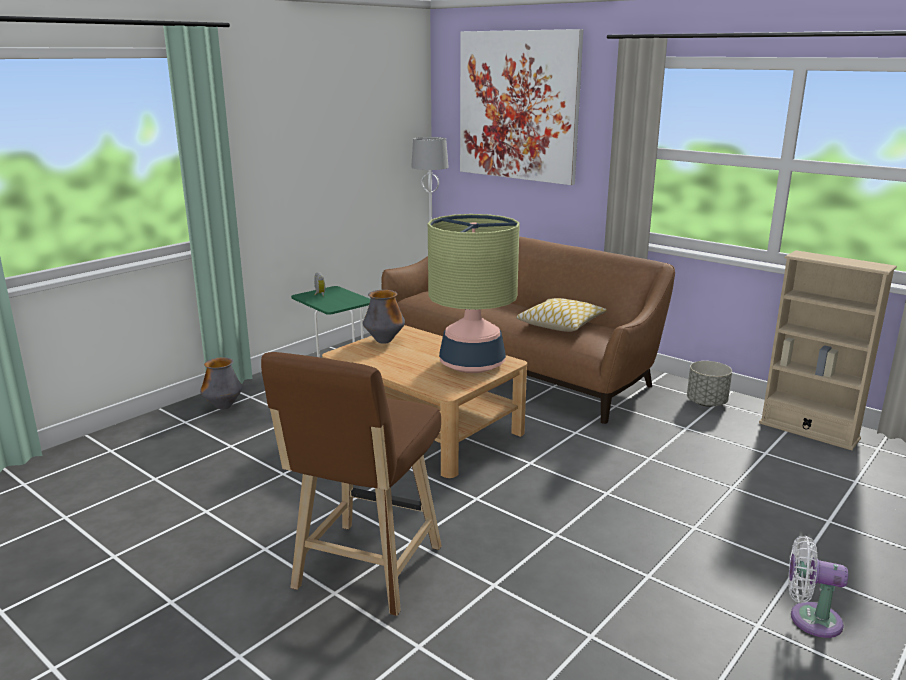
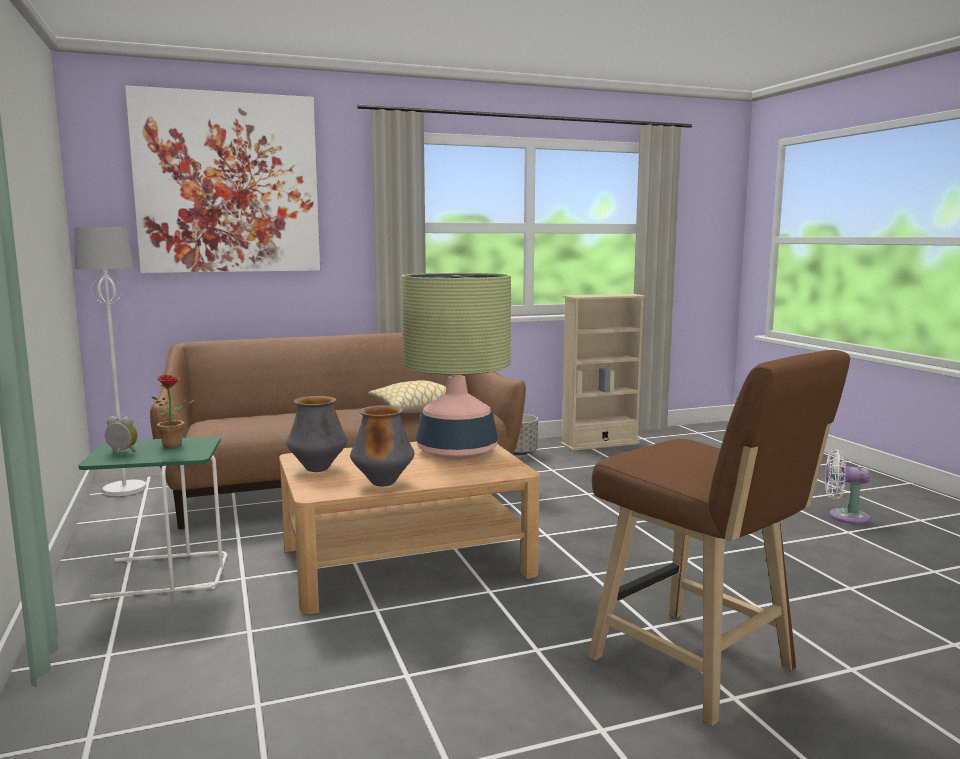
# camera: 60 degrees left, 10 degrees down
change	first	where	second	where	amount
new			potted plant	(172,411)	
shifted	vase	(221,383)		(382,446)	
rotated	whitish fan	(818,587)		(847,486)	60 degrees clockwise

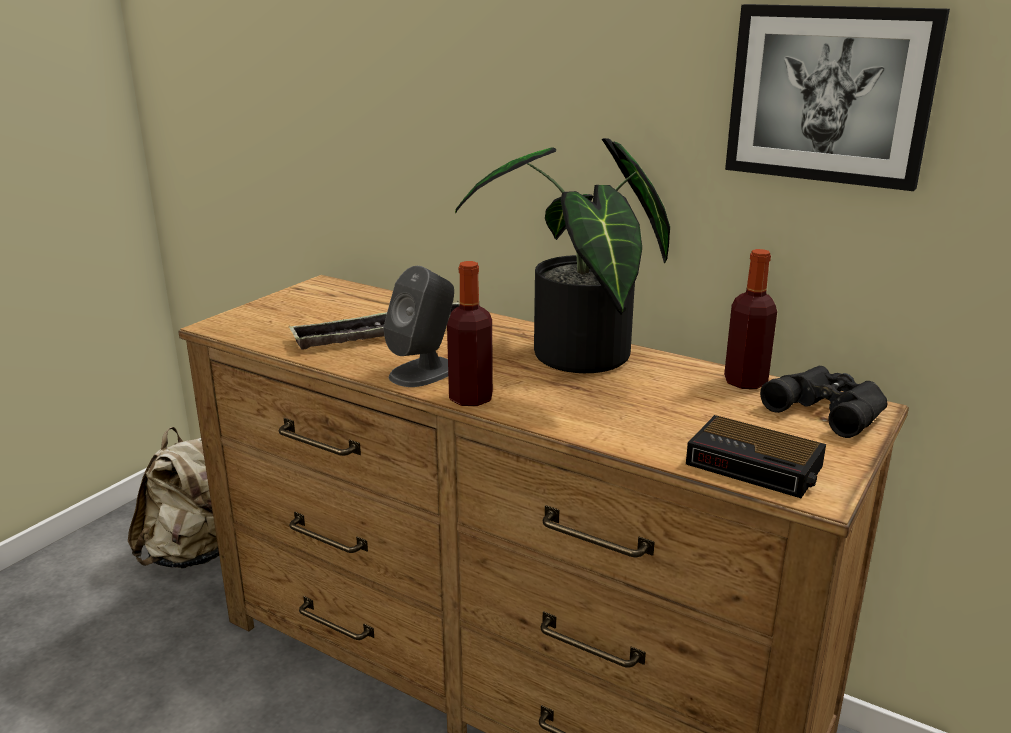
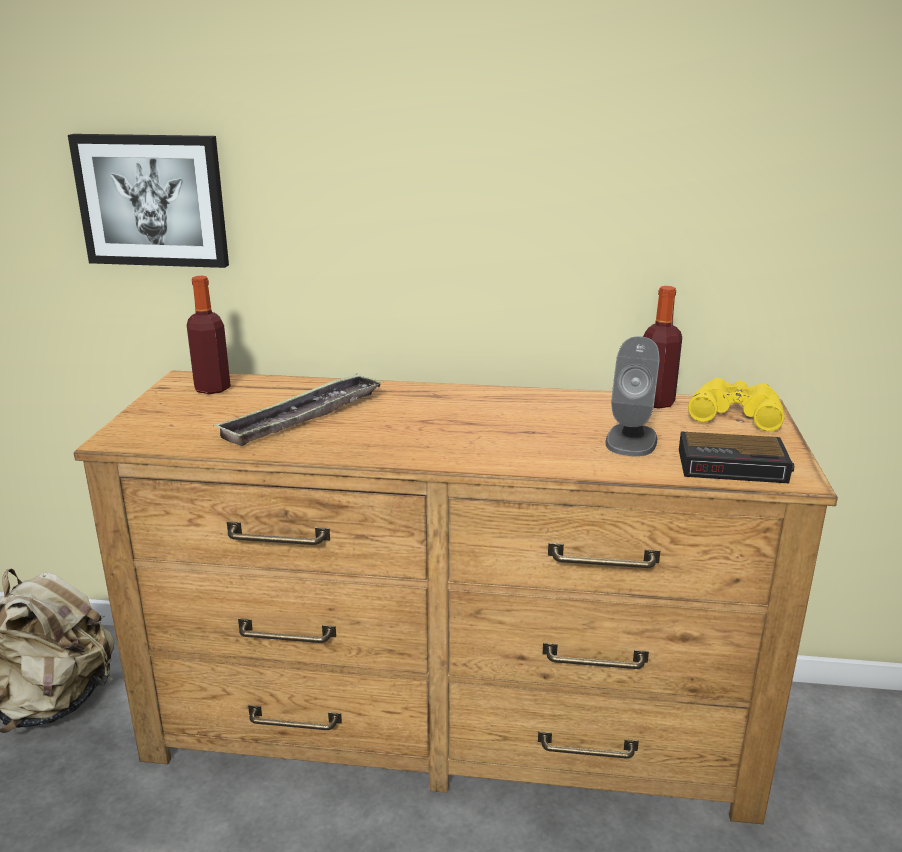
# camera: 25 degrees left, 0 degrees up
change	first	where	second	where	amount
shifted	picture	(837,97)		(148,201)	
shifted	bottle	(470,333)		(209,335)	
shifted	grey audio speaker	(418,326)		(632,396)	
repainted	black-coloured field glasses	(823,402)	yellow-coloured field glasses	(736,404)	
gone	potted plant	(562,255)			

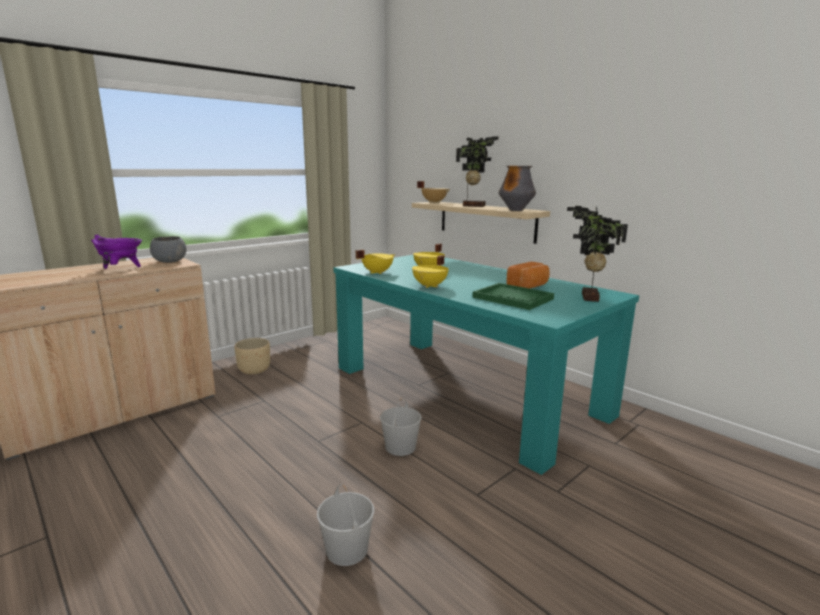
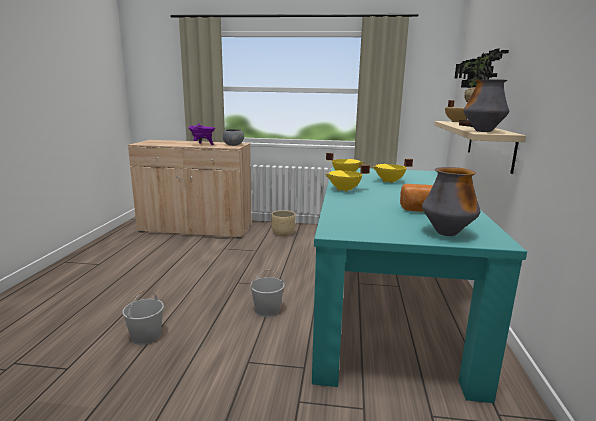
# camera: 50 degrees right, 0 degrees up
change	first	where	second	where	amount
swapped	potted plant	(597,254)	vase	(451,201)	
gone	greenish carrying tray	(513,296)			

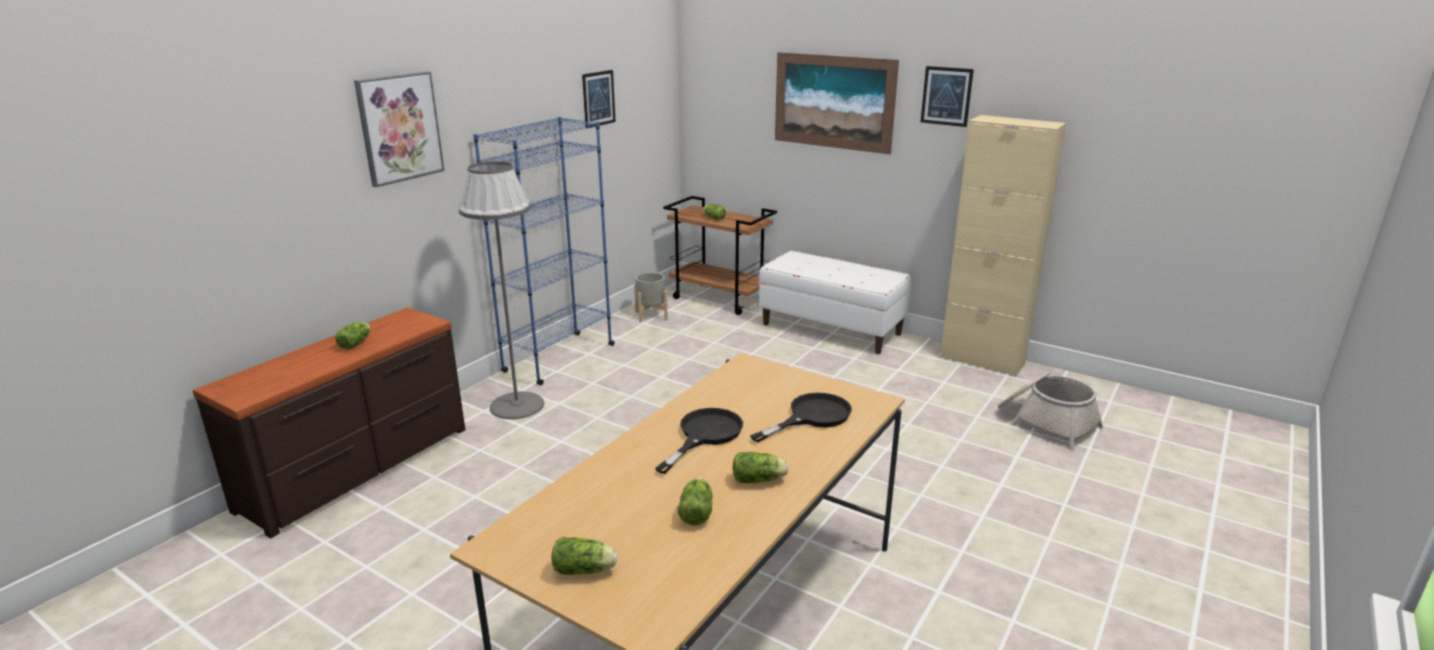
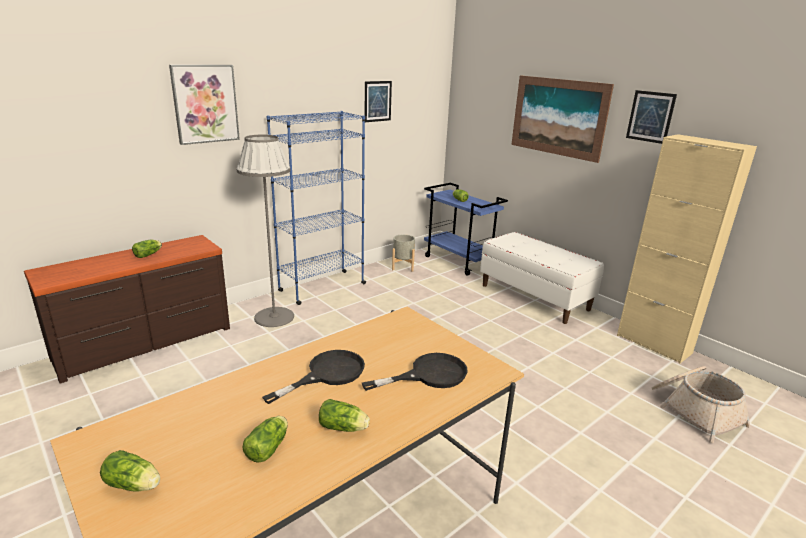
# camera: 15 degrees right, 0 degrees up
change	first	where	second	where	amount
repainted	brownish cart	(720,255)	blue cart	(466,229)	

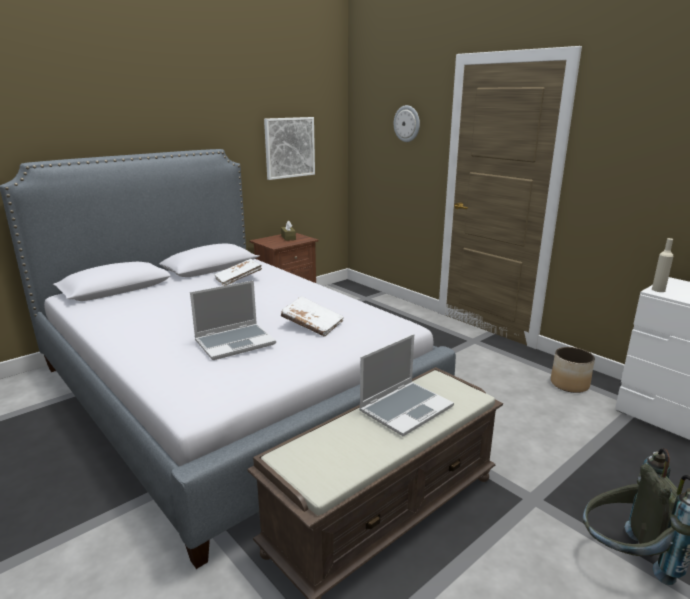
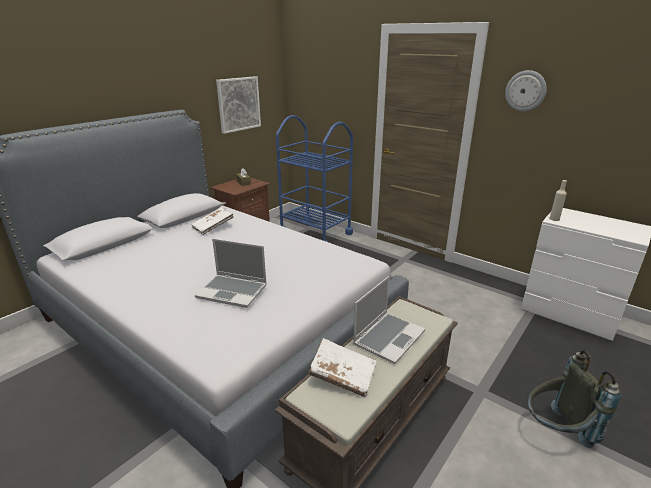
# camera: 10 degrees left, 5 degrees up
change	first	where	second	where	amount
rotated	laptop	(233,320)		(231,273)	60 degrees clockwise
new			blue cart	(314,178)	
shifted	whitish volume	(312,316)		(343,367)	
shifted	wall clock	(407,123)		(526,90)	
gone	flower pot	(573,370)			

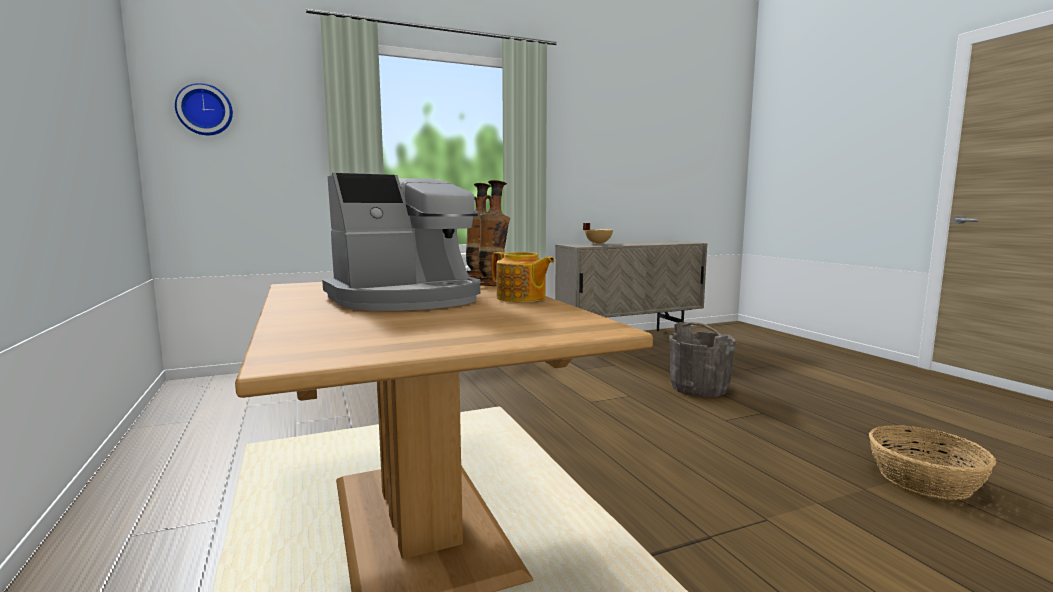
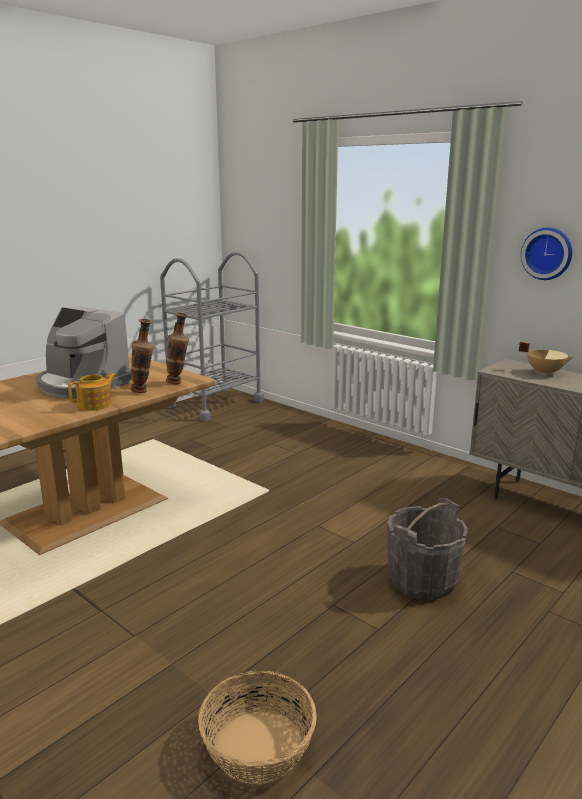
# camera: 65 degrees right, 10 degrees up
change	first	where	second	where	amount
rotated	teapot	(523,277)		(92,392)	150 degrees counterclockwise
new			grey cart	(212,336)	
shifted	wall clock	(204,109)		(546,253)	

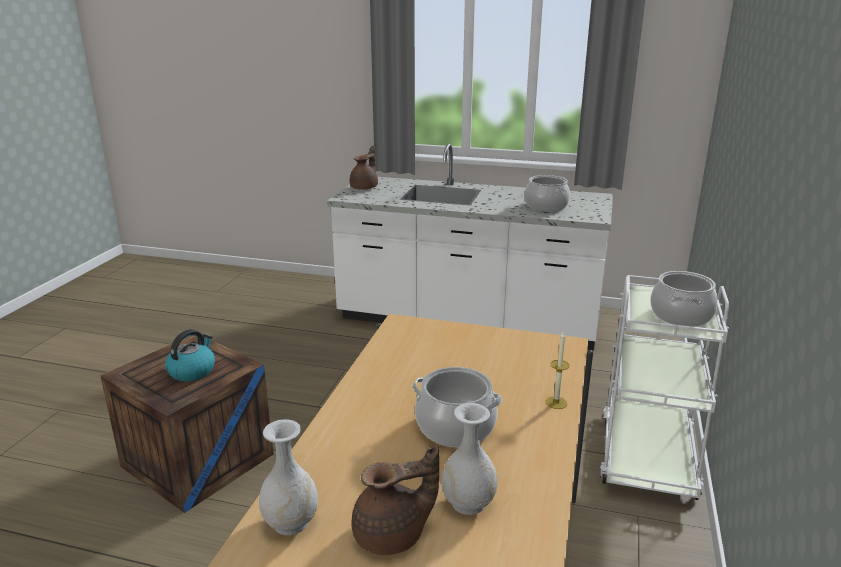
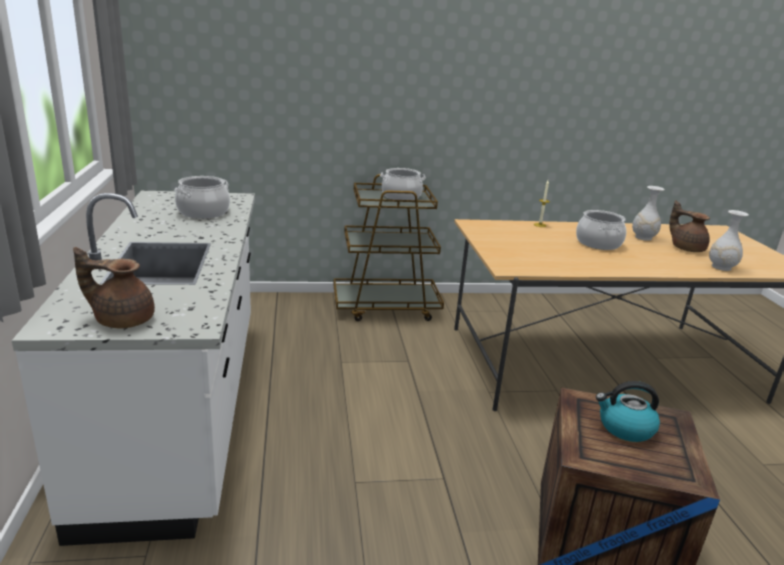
# camera: 115 degrees left, 0 degrees up
change	first	where	second	where	amount
repainted	whitish cart	(664,387)	brownish cart	(388,247)	

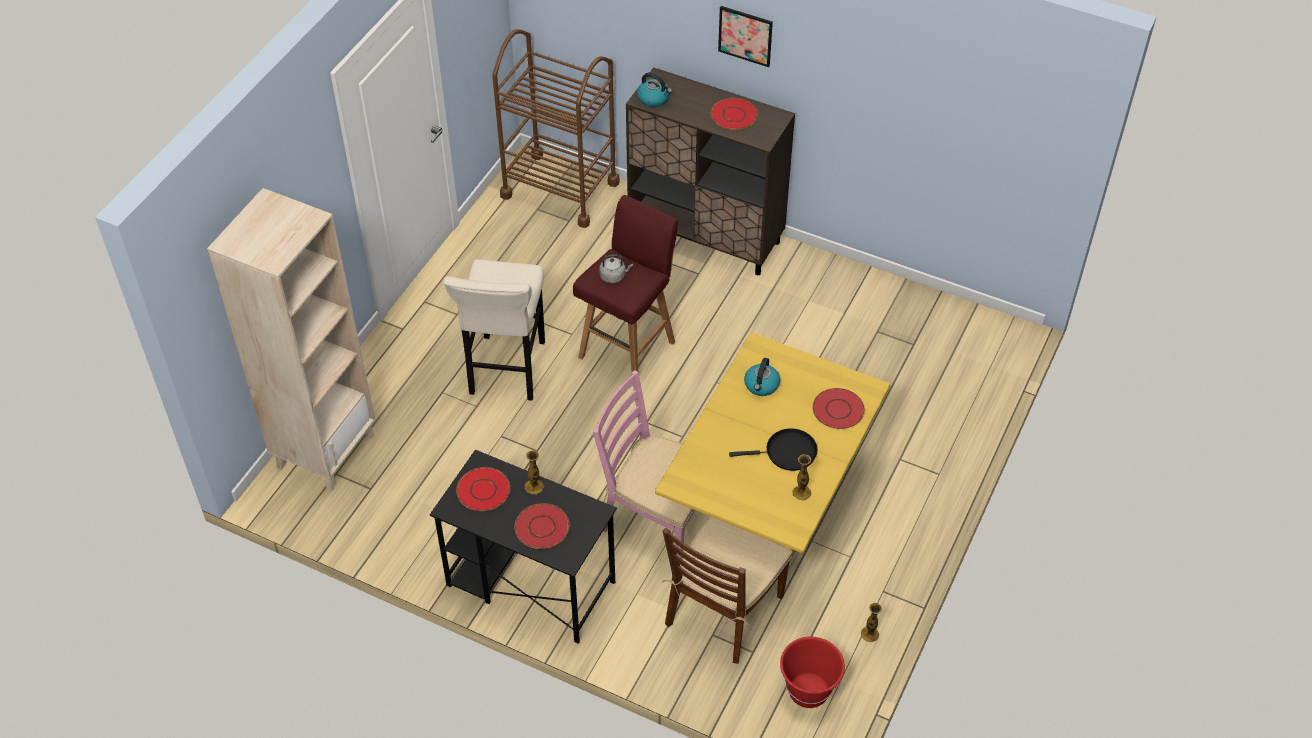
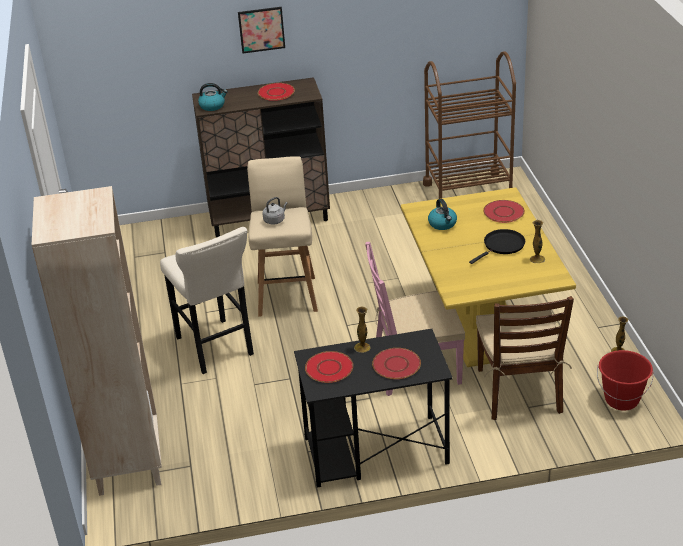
# camera: 35 degrees left, 15 degrees down
change	first	where	second	where	amount
repainted	red-coloured stool seat	(625,283)	beige stool seat	(282,236)	
shifted	brownish cart	(556,128)		(469,125)	

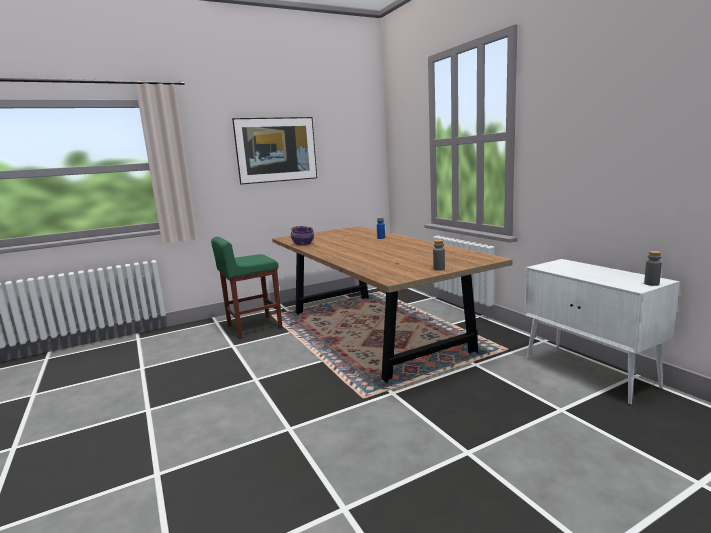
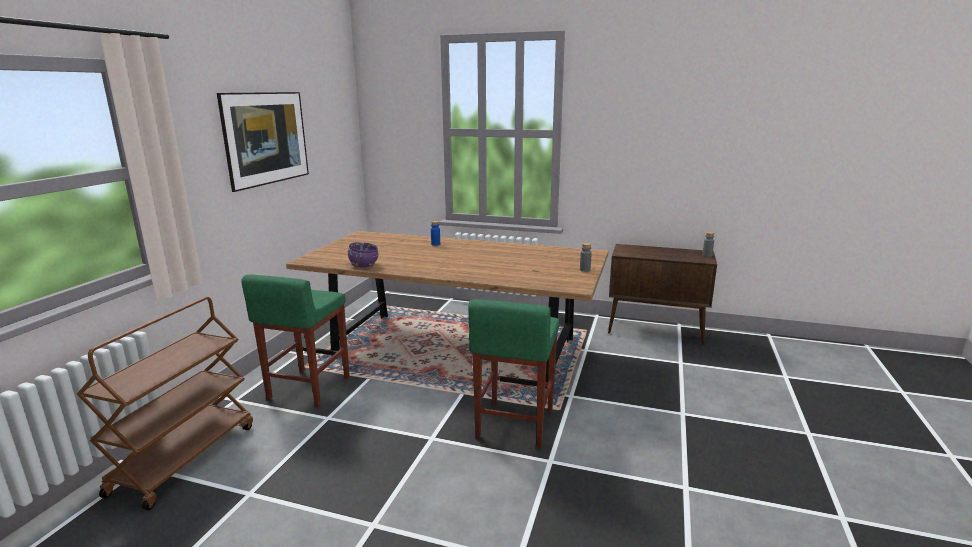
# camera: 45 degrees left, 5 degrees up
change	first	where	second	where	amount
new			brownish cart	(165,404)	
new			greenish stool seat	(513,374)	
repainted	whitish cabinet	(602,332)	brownish cabinet	(662,294)	

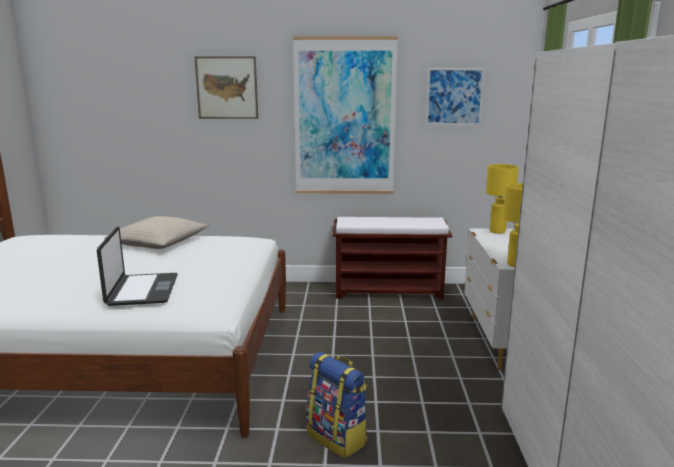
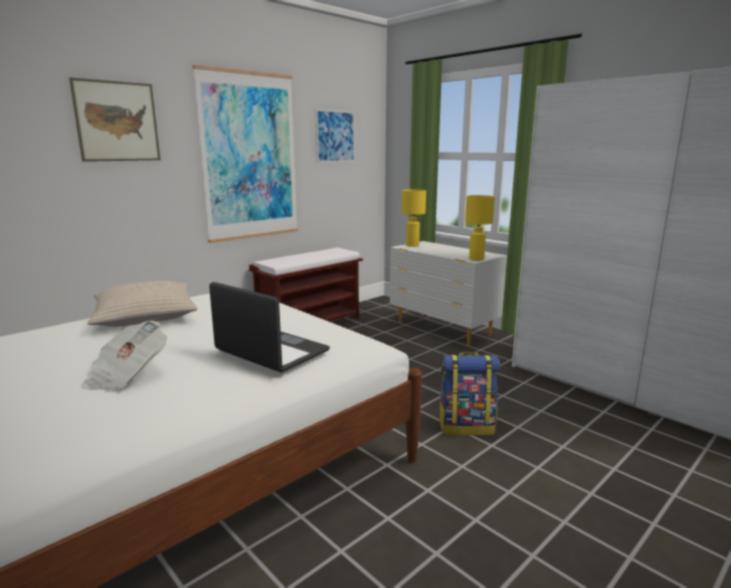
# camera: 45 degrees left, 0 degrees up
change	first	where	second	where	amount
new			daily paper	(124,355)	

